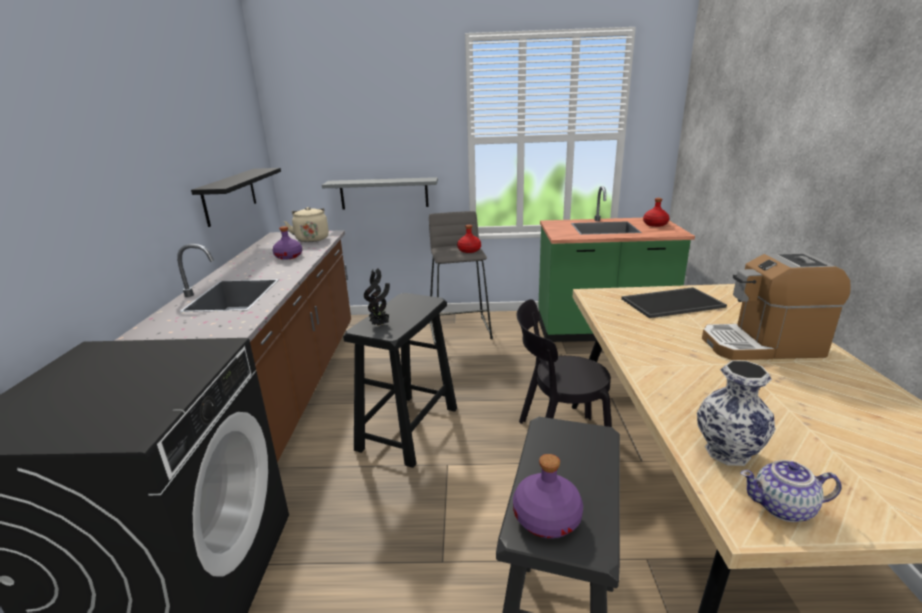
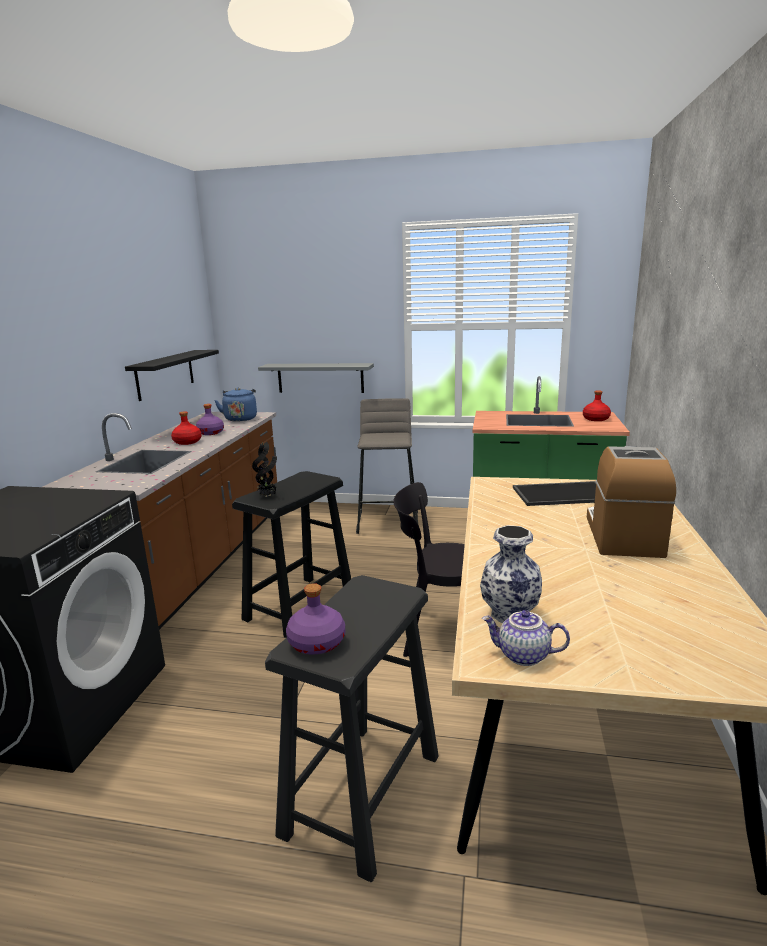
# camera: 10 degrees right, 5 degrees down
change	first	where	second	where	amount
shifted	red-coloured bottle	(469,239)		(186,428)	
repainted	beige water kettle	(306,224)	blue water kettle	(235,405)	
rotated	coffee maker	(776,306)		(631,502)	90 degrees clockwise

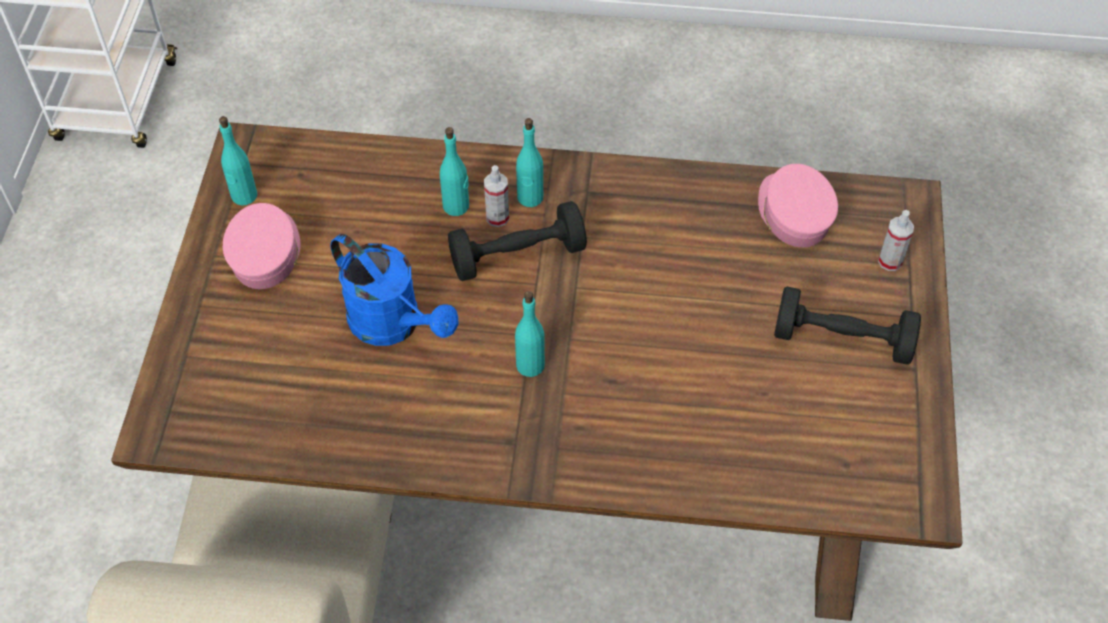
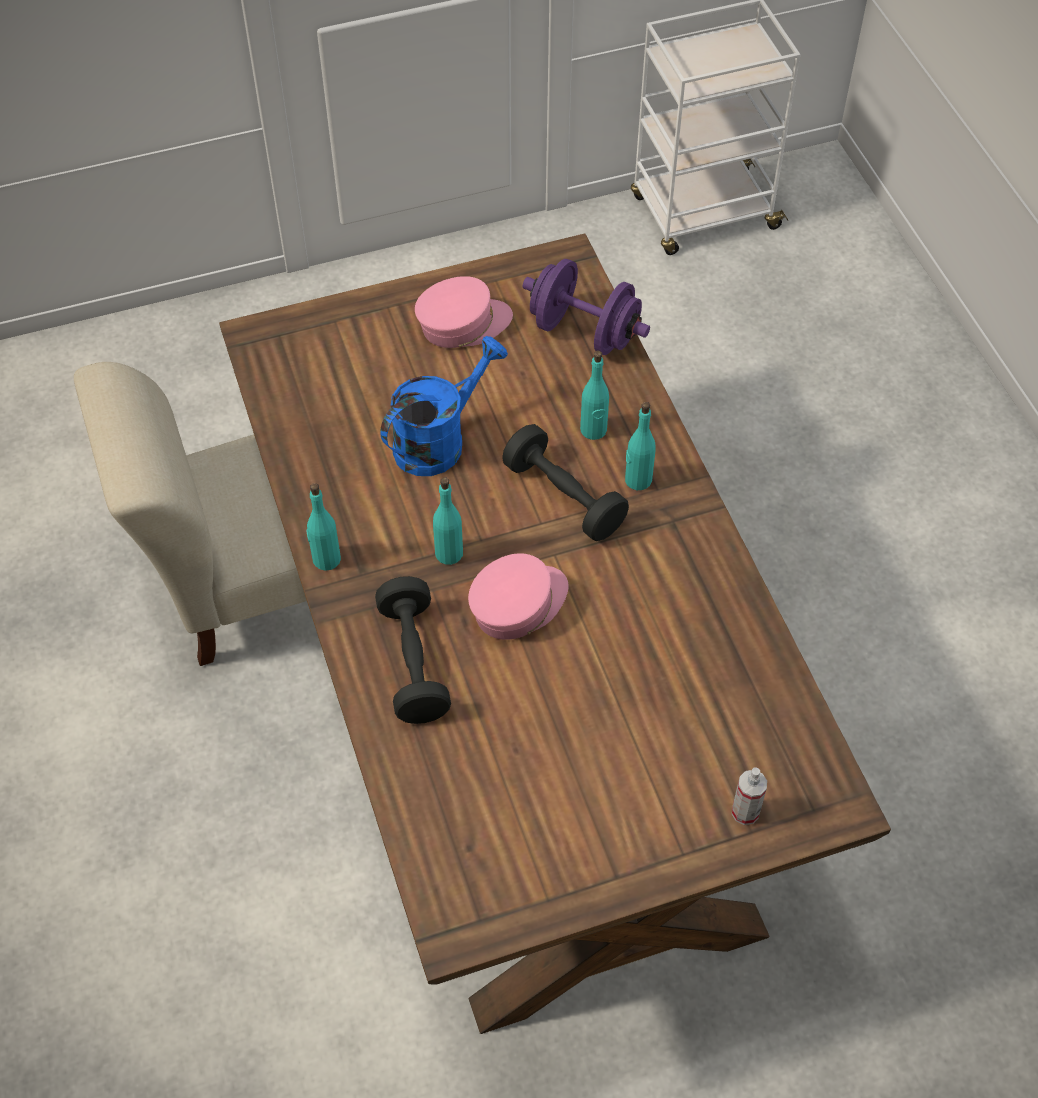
# camera: 65 degrees right, 0 degrees up
change	first	where	second	where	amount
shifted	blue-green bottle	(238,161)		(323,527)	
shifted	black-coloured dumbbell	(847,325)		(413,650)	
rotated	blue watering pot	(395,290)		(444,406)	150 degrees counterclockwise
shifted	pink cap	(798,205)		(518,596)	
new			purplish dumbbell	(586,307)	
gone	hand sprayer	(496,196)			

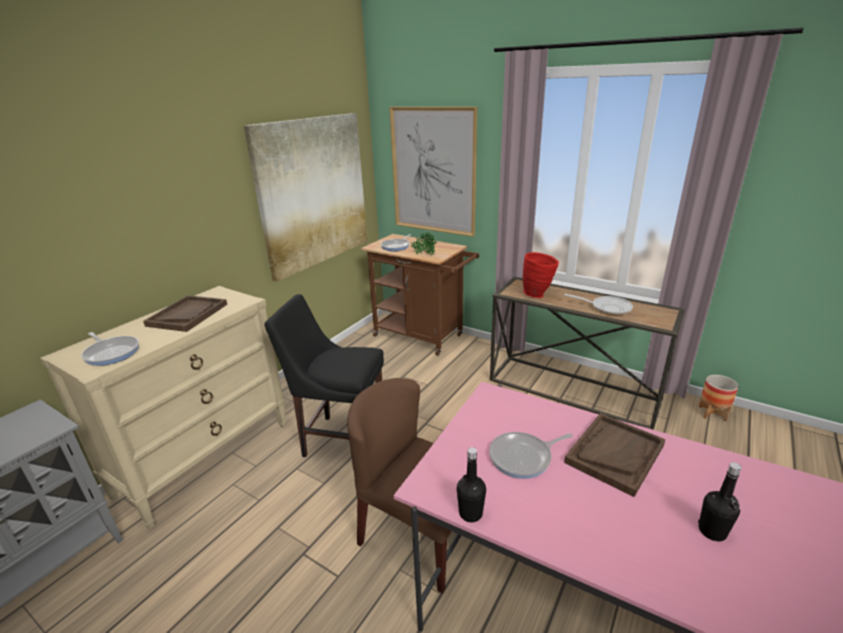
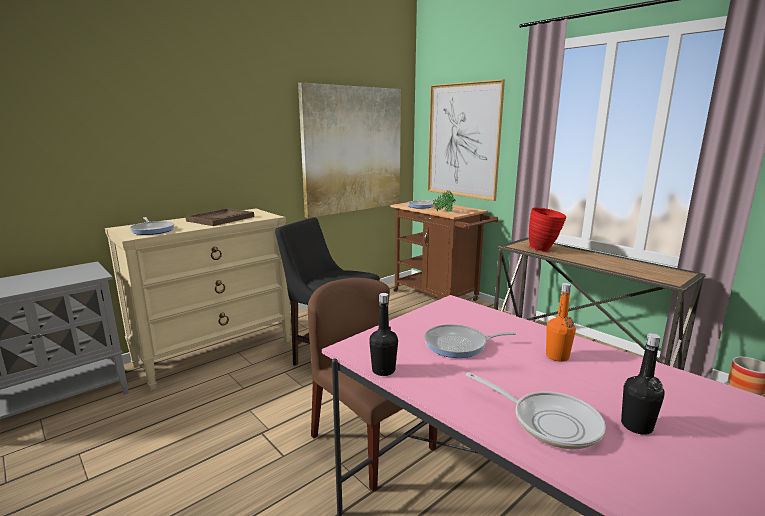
# camera: 15 degrees right, 10 degrees down
change	first	where	second	where	amount
shifted	frying pan	(599,304)		(536,410)	
swapped	brownish carrying tray	(615,455)	orangey bottle	(561,322)	

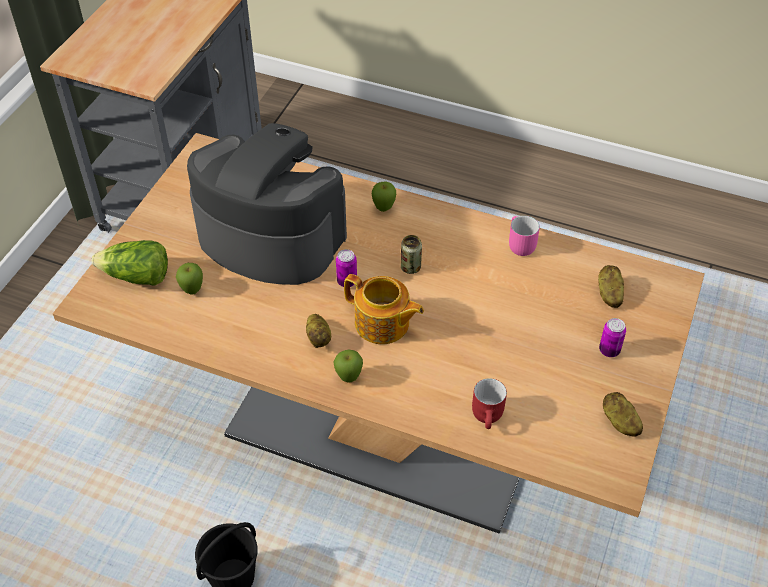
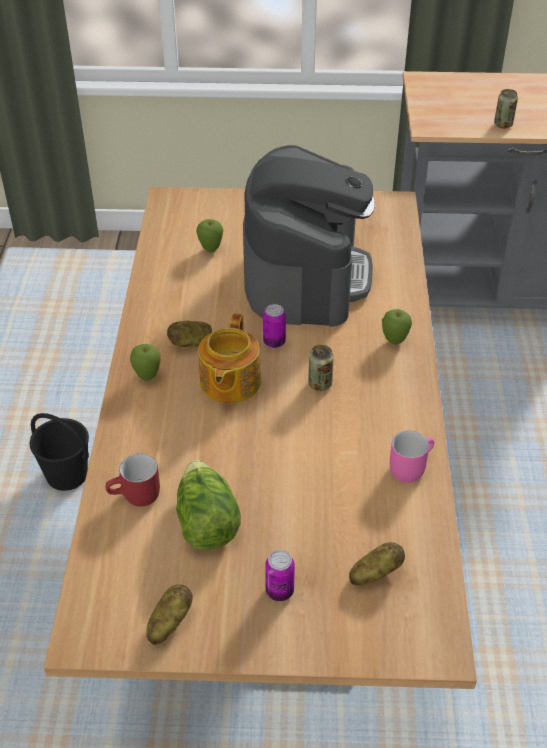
# camera: 70 degrees right, 5 degrees down
change	first	where	second	where	amount
shifted	lettuce	(130,263)		(208,505)	
new			can	(506,108)	

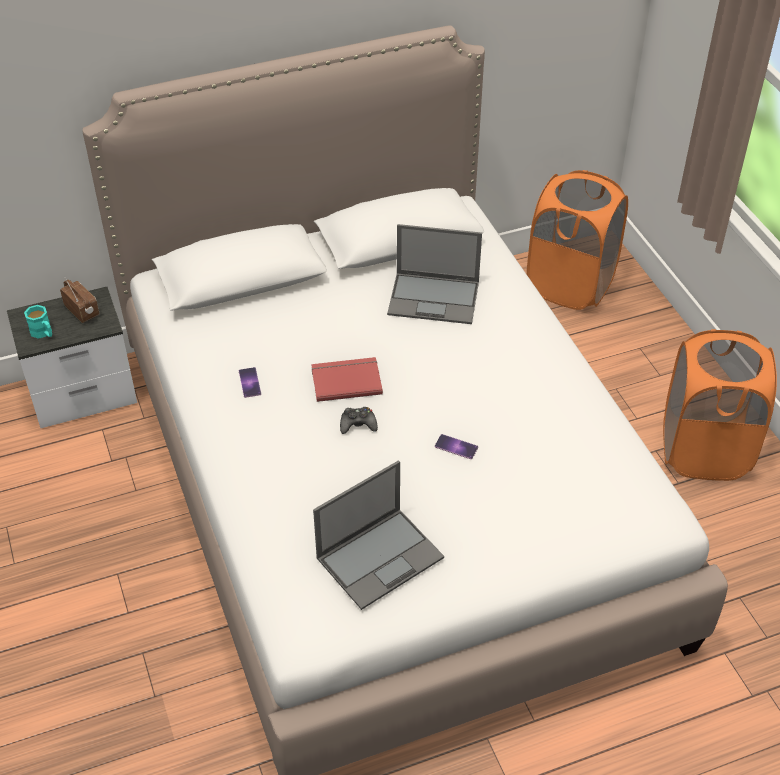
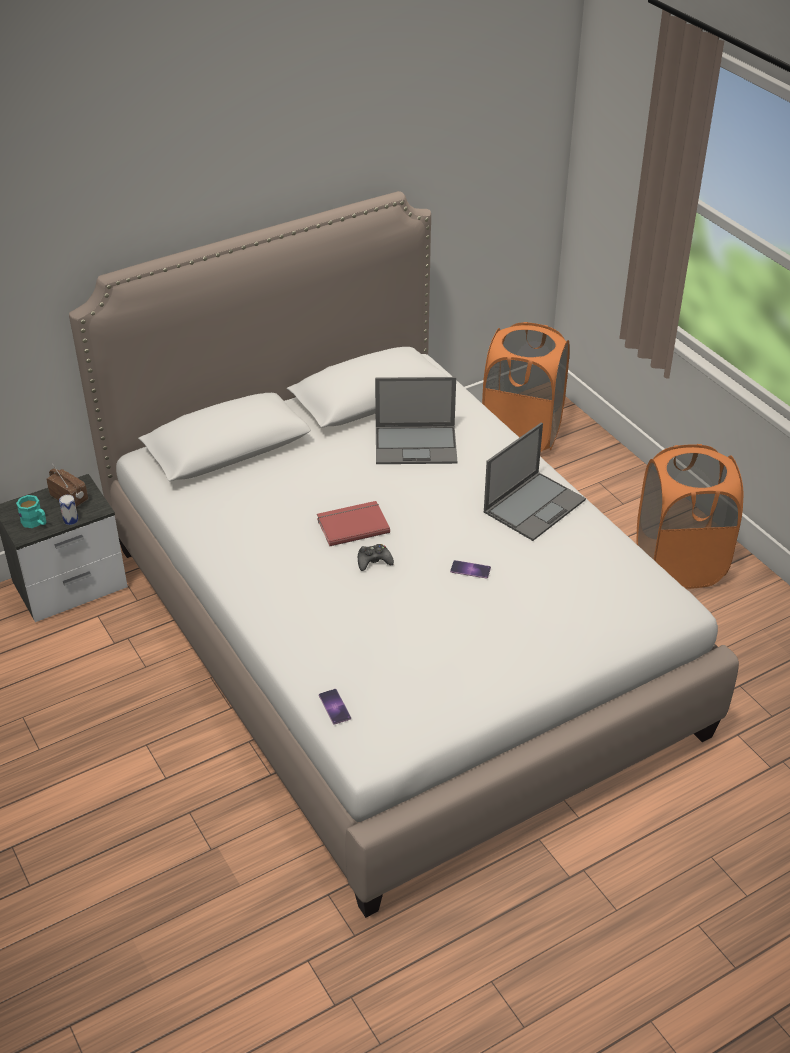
# camera: 10 degrees left, 5 degrees down
change	first	where	second	where	amount
new			can	(68,510)	
shifted	handset	(250,382)		(335,707)	
shifted	laptop	(378,535)		(535,481)	

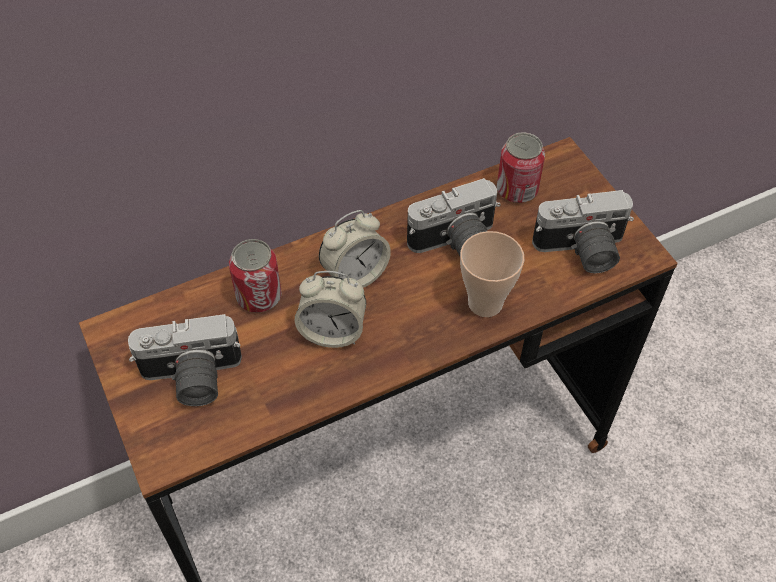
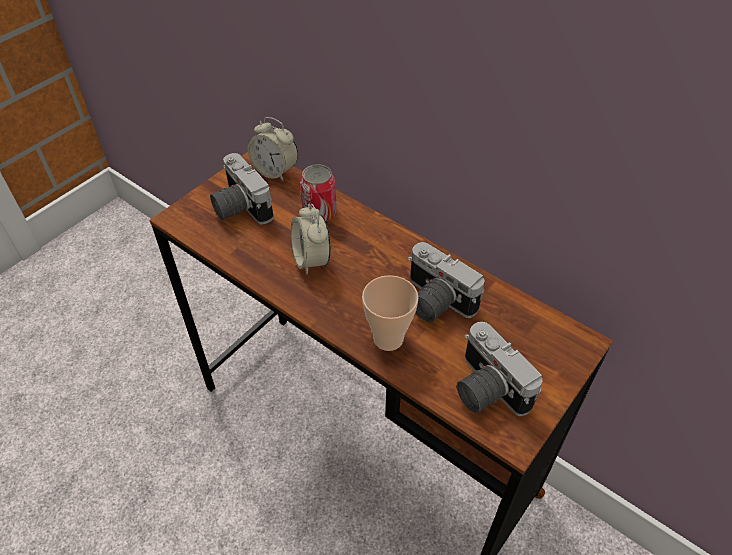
# camera: 65 degrees right, 5 degrees down
change	first	where	second	where	amount
shifted	bedside clock	(355,249)		(272,149)	
gone	can	(521,167)			

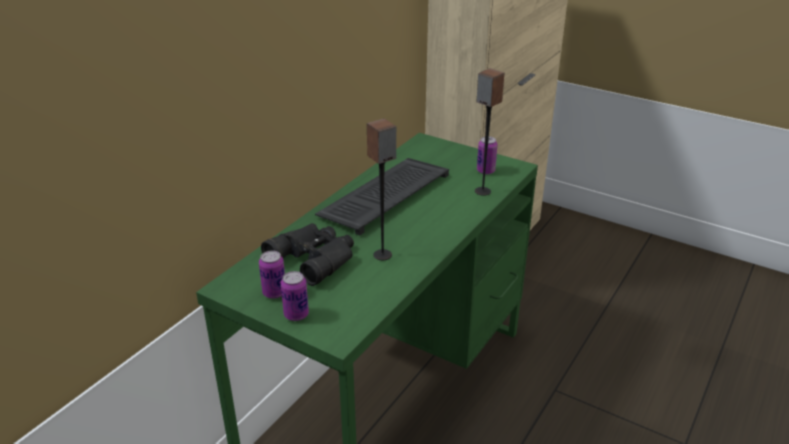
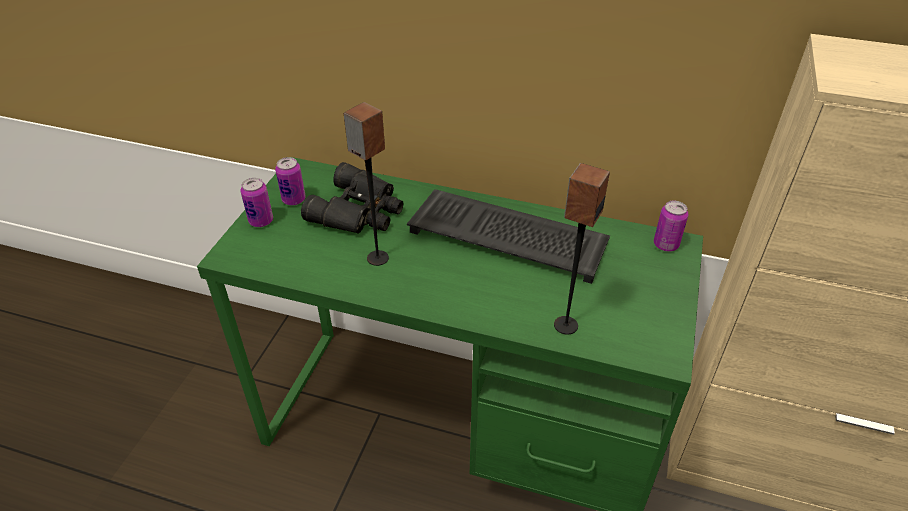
# camera: 75 degrees right, 10 degrees up
change	first	where	second	where	amount
shifted	can	(487,155)		(671,226)	

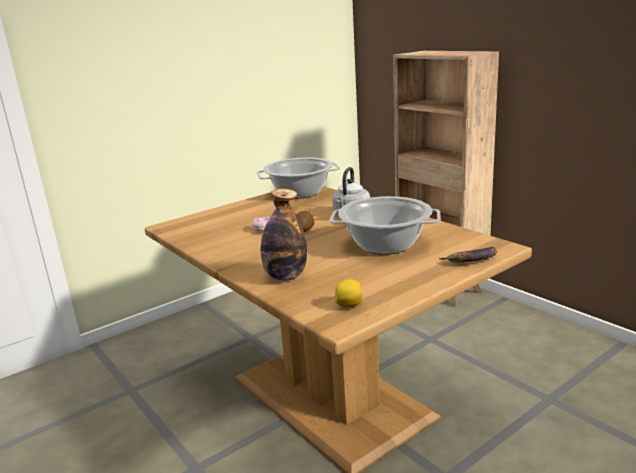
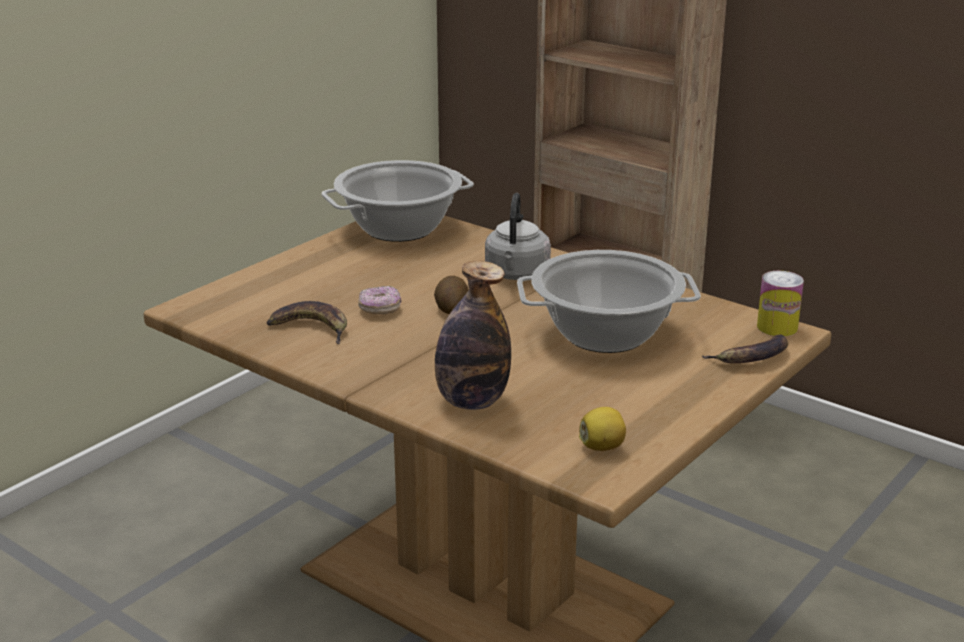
# camera: 15 degrees left, 5 degrees up
change	first	where	second	where	amount
new			banana	(307,322)	
new			can	(780,303)	

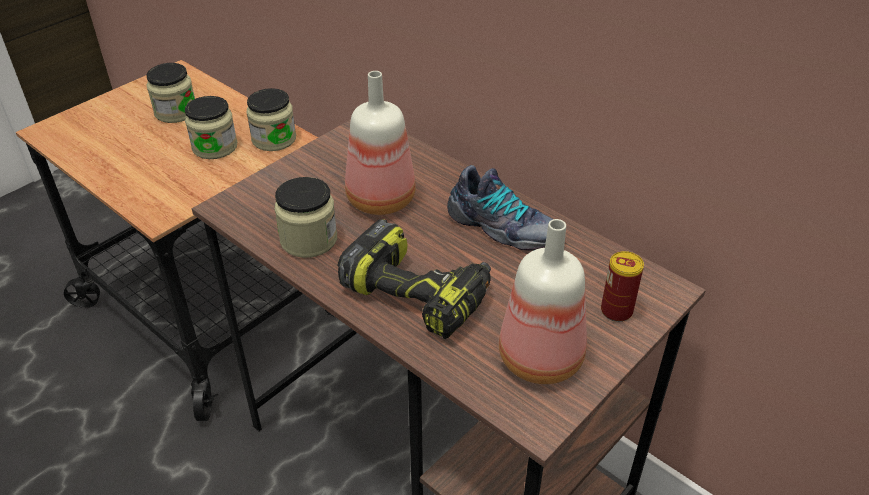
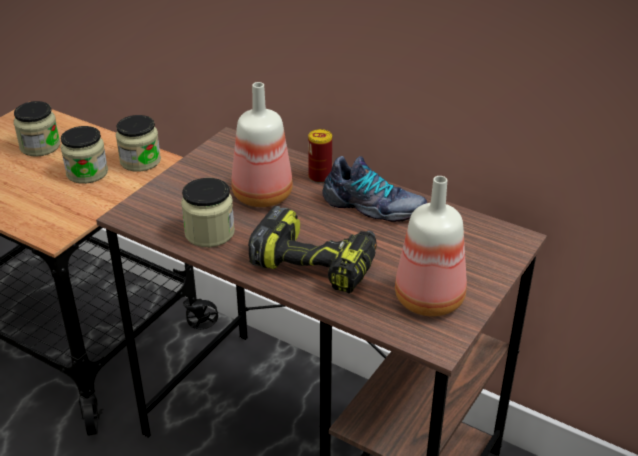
# camera: 10 degrees left, 5 degrees down
change	first	where	second	where	amount
shifted	can	(622,286)		(320,156)	

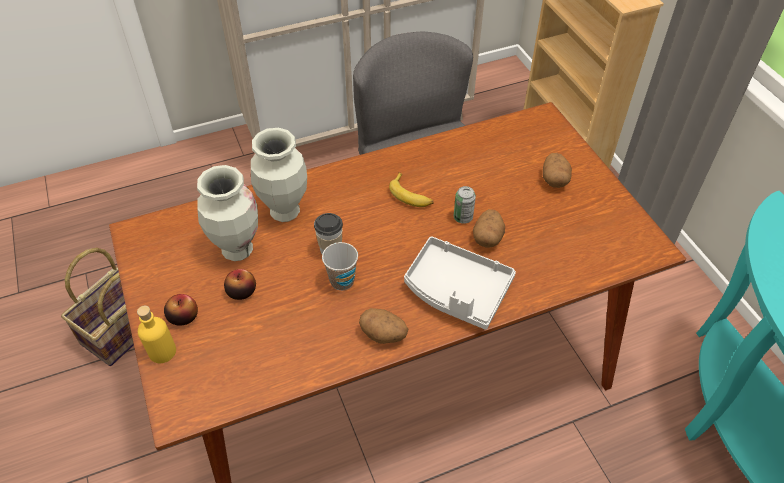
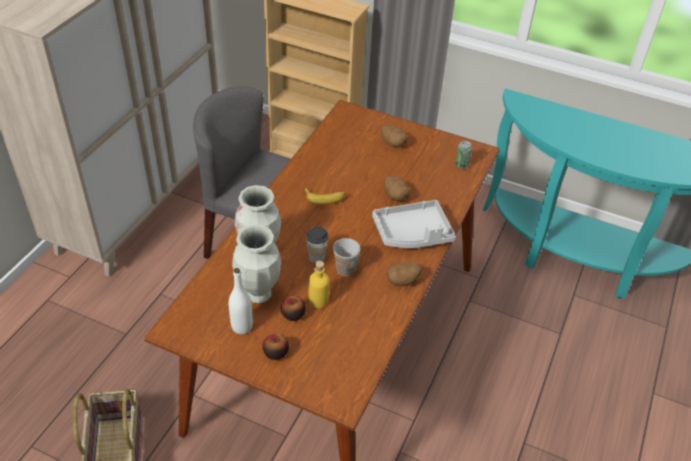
# camera: 45 degrees left, 5 degrees down
change	first	where	second	where	amount
new			whitish bottle	(241,301)	
shifted	yellow-coloured bottle	(156,334)		(319,284)	
shifted	can	(465,205)		(463,155)	

